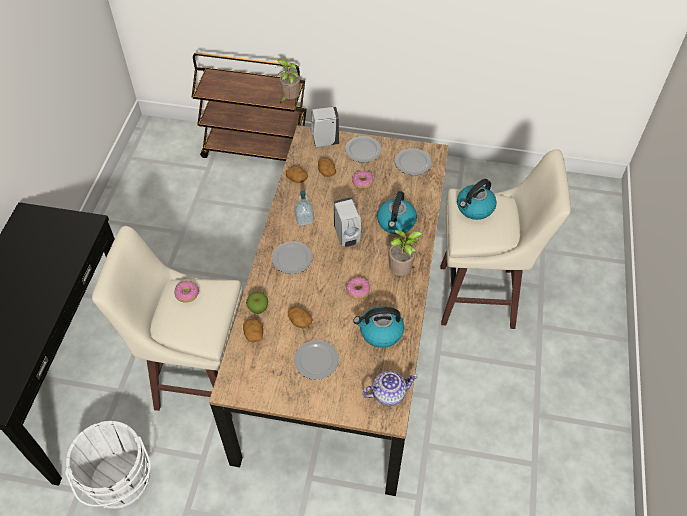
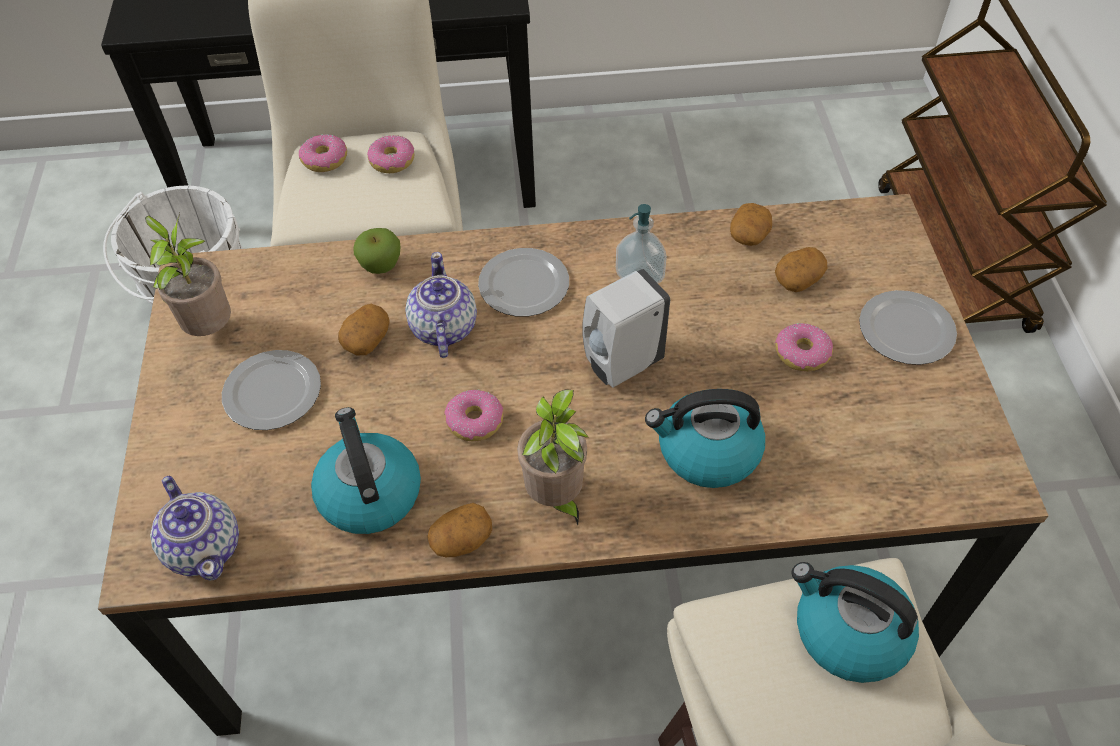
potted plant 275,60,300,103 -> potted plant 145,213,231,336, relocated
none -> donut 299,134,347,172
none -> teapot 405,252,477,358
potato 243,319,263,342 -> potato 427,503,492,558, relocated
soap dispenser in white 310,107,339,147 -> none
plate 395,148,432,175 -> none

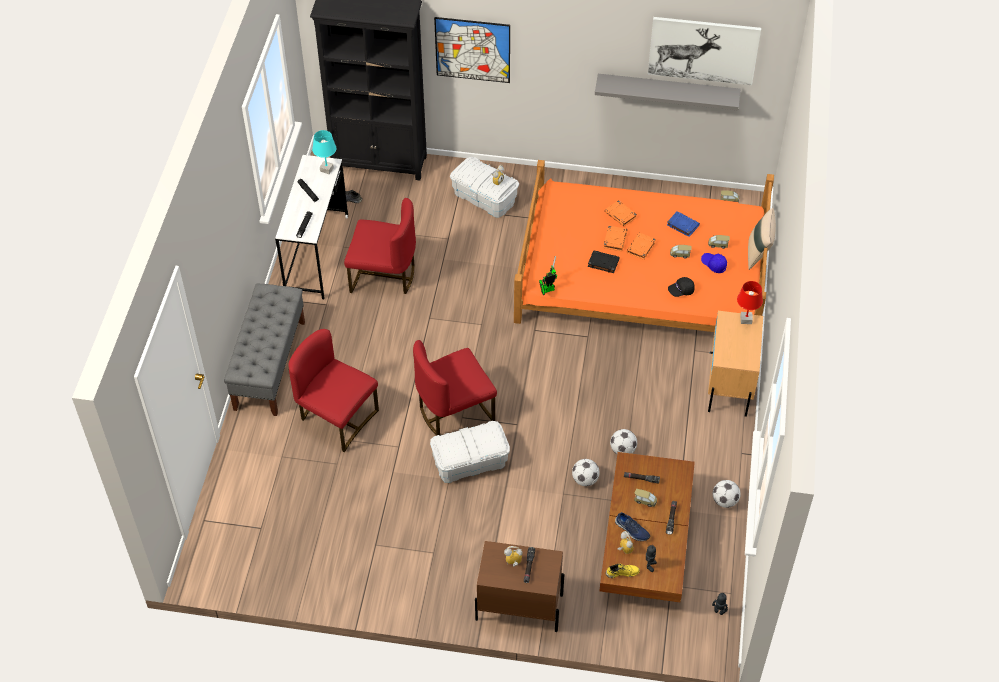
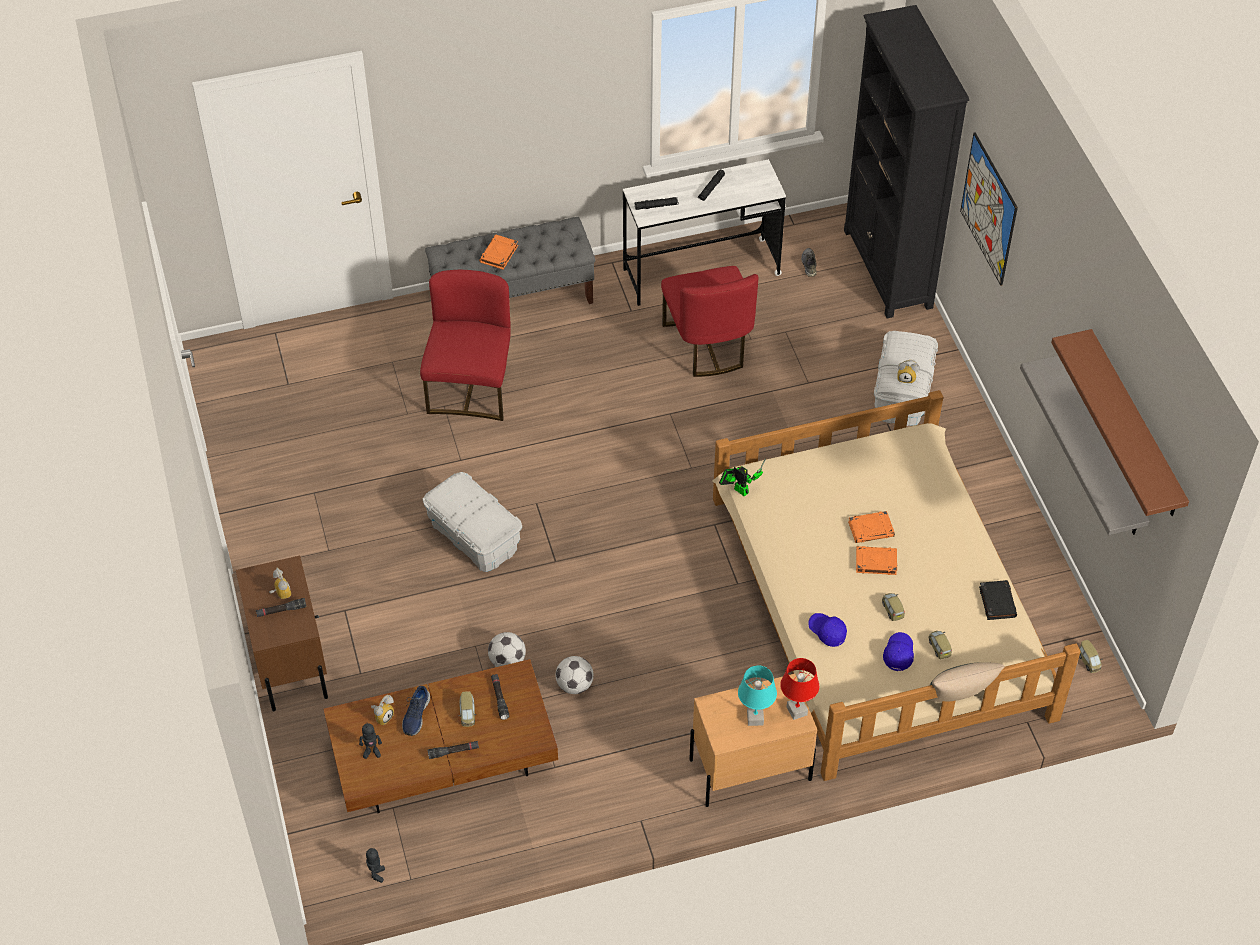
book in orange 605,200,637,226 -> book in orange 479,235,518,270, relocated
bed in orange 514,160,774,332 -> bed in beige 712,390,1081,781
table lamp in turquoise 312,130,336,174 -> table lamp in turquoise 738,666,777,726, relocated
cap in black 668,277,694,297 -> cap in blue 808,613,847,647
book in black 588,250,620,273 -> book in black 979,580,1017,620, relocated
picture 648,17,761,85 -> shelf in brown 1051,329,1189,516
chair in red 413,340,497,436 -> none
shoe in yellow 606,564,640,578 -> none
book in blue 667,211,700,237 -> none
football 713,480,741,508 -> none

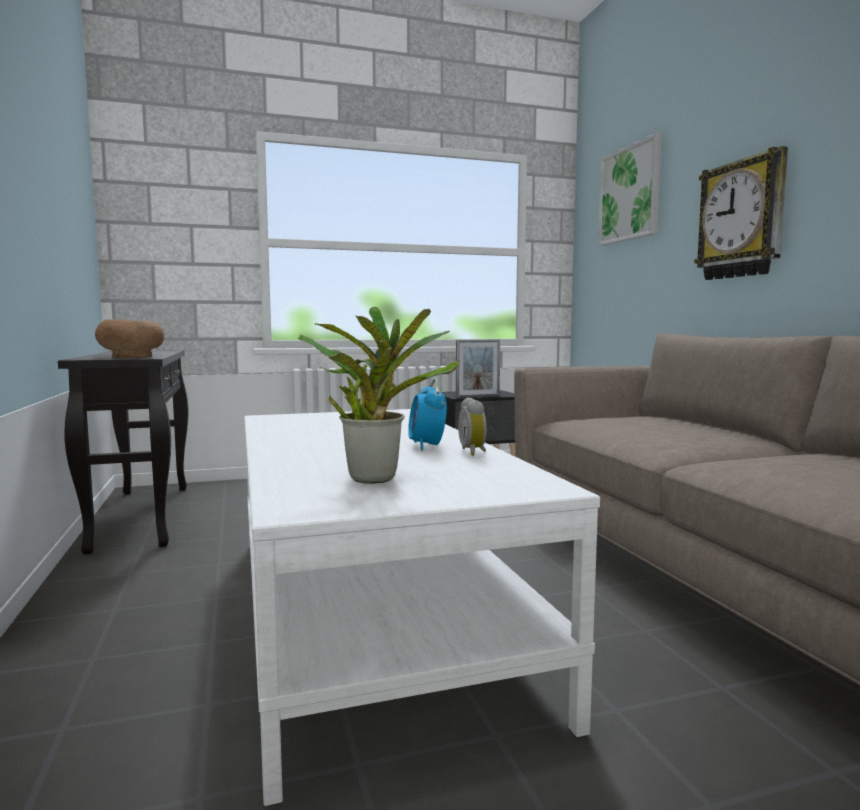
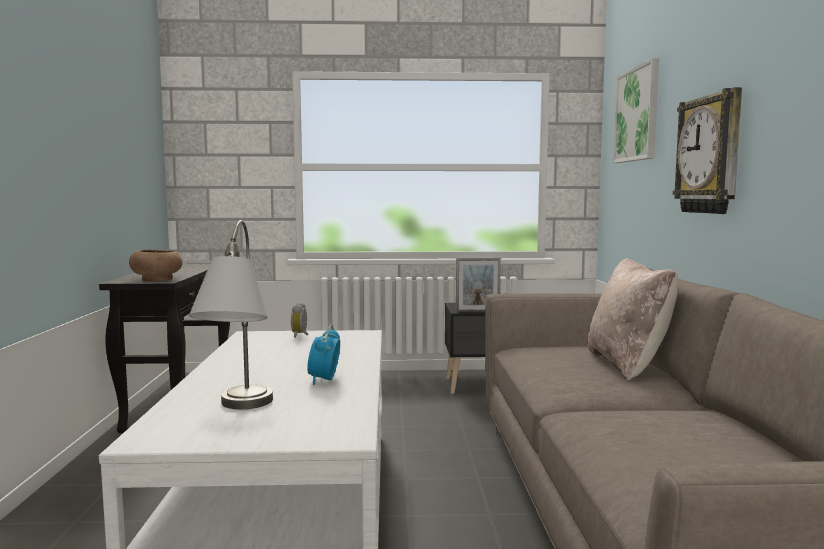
potted plant 298,307,460,484 -> table lamp in grey 189,220,273,409
alarm clock 458,398,487,456 -> alarm clock 291,302,308,338, relocated
none -> pillow in beige 587,258,678,381

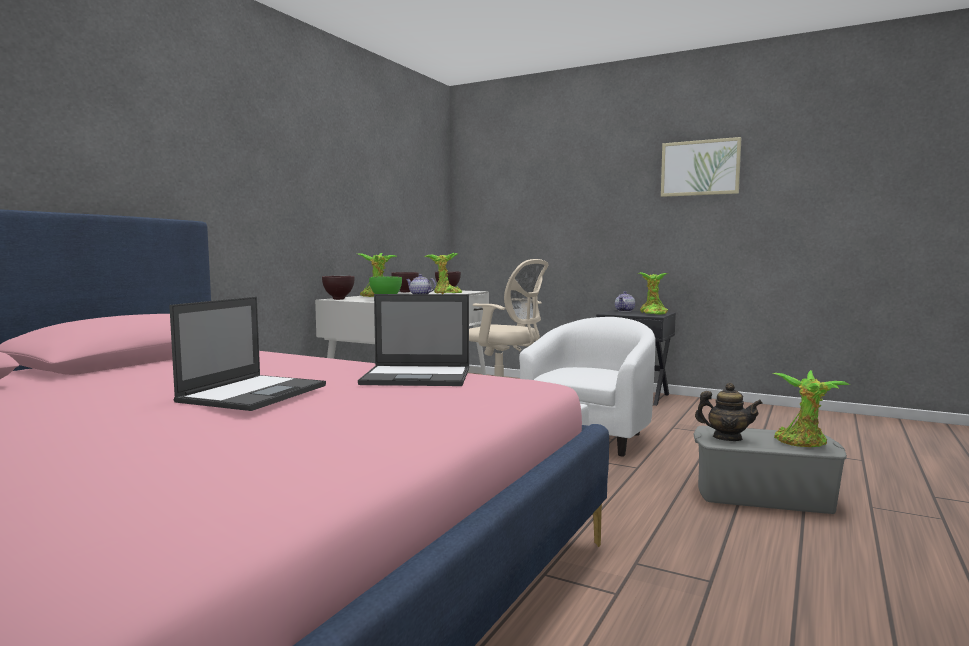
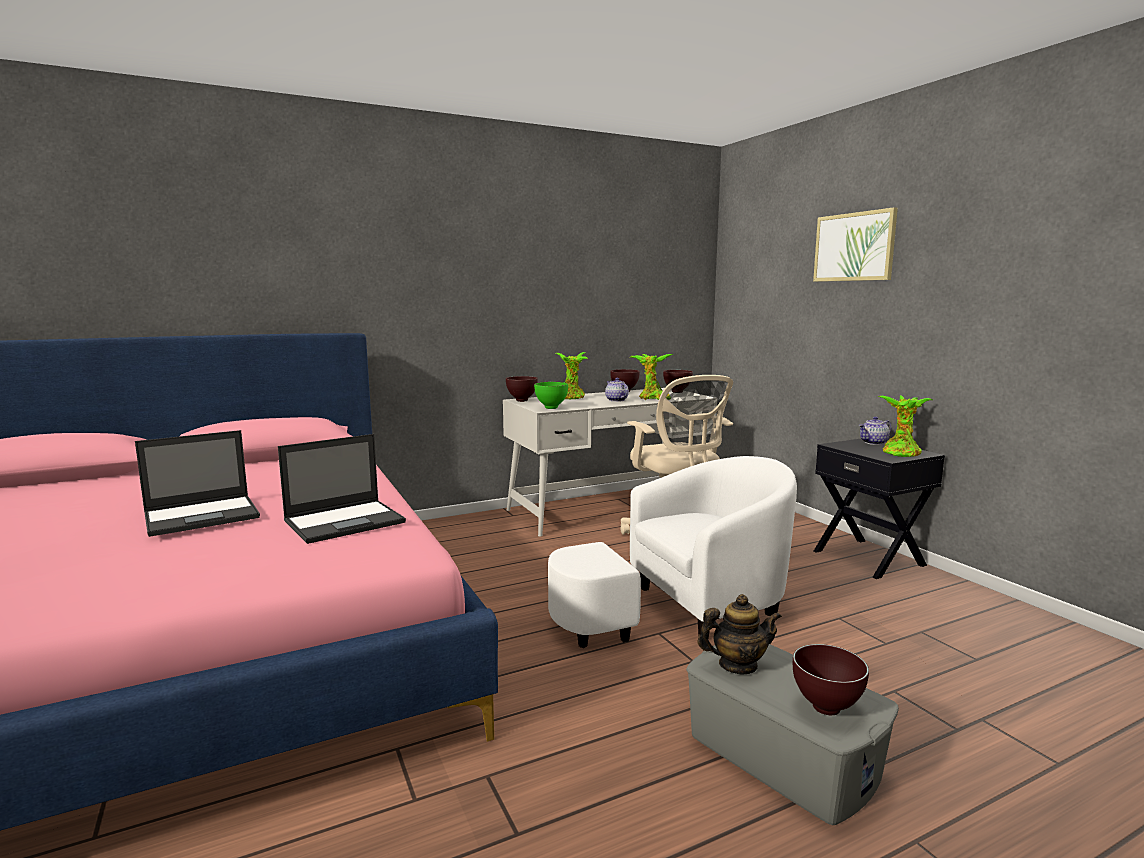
laptop 358,294,469,386 -> laptop 278,434,406,544, 75 degrees counterclockwise
teapot 695,383,763,441 -> teapot 697,594,782,674, 60 degrees counterclockwise
potted plant 773,370,850,447 -> bowl in brown 793,644,869,715
picture 661,137,741,197 -> picture 813,207,898,282, relocated

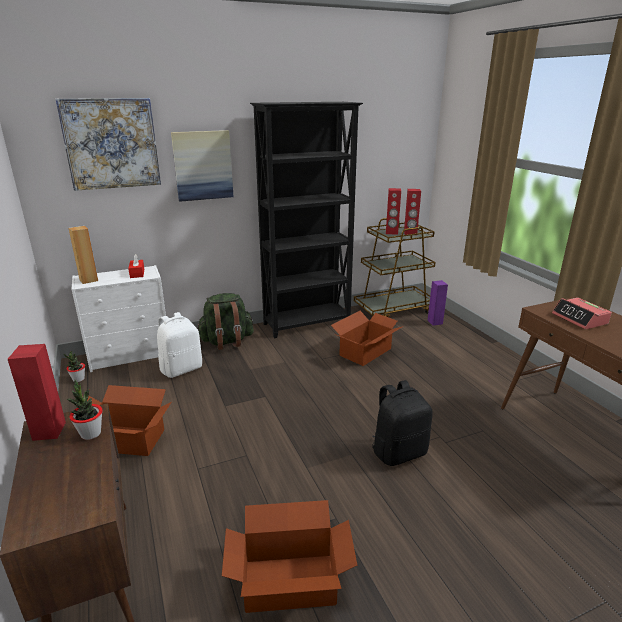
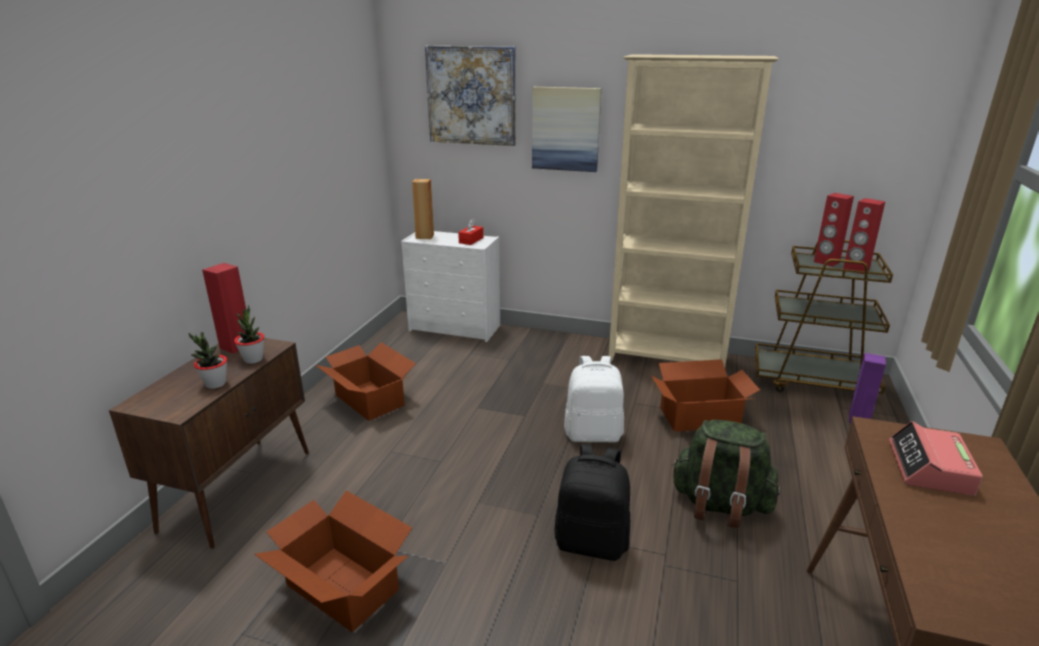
potted plant 64,351,85,382 -> potted plant 188,332,227,389, relocated
backpack in white 157,312,202,378 -> backpack in white 564,356,624,442, relocated
bookcase in black 250,102,363,338 -> bookcase in beige 609,54,779,367
backpack in green 197,293,254,350 -> backpack in green 671,420,780,529, relocated

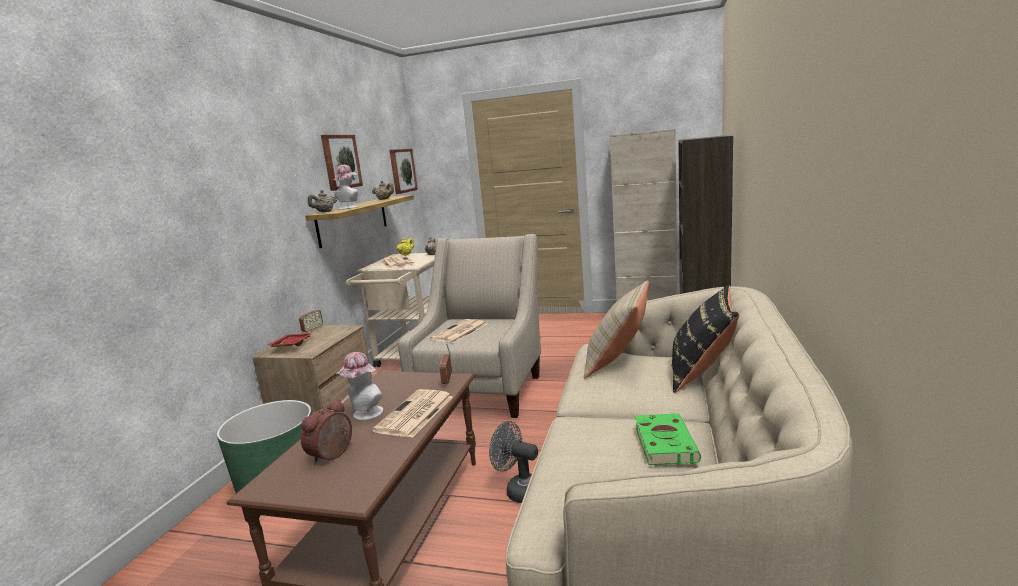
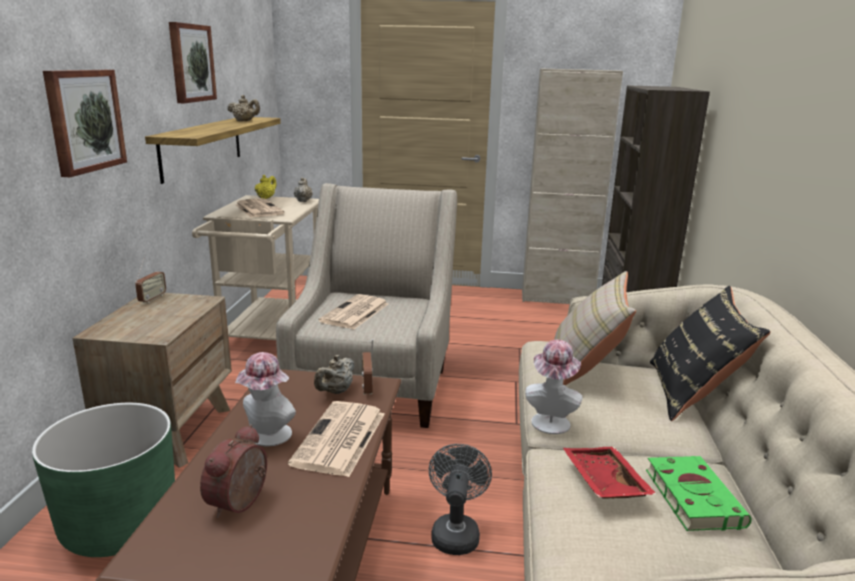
picture 389,149,418,194 -> picture 43,70,127,177, relocated
teapot in beige 308,190,337,212 -> teapot in beige 314,355,354,394, relocated
fan in grey 489,421,538,503 -> fan in grey 429,444,492,555, 75 degrees clockwise
hat 334,165,358,210 -> hat 525,340,583,434, relocated
tray in red 268,333,313,347 -> tray in red 563,447,657,499, relocated

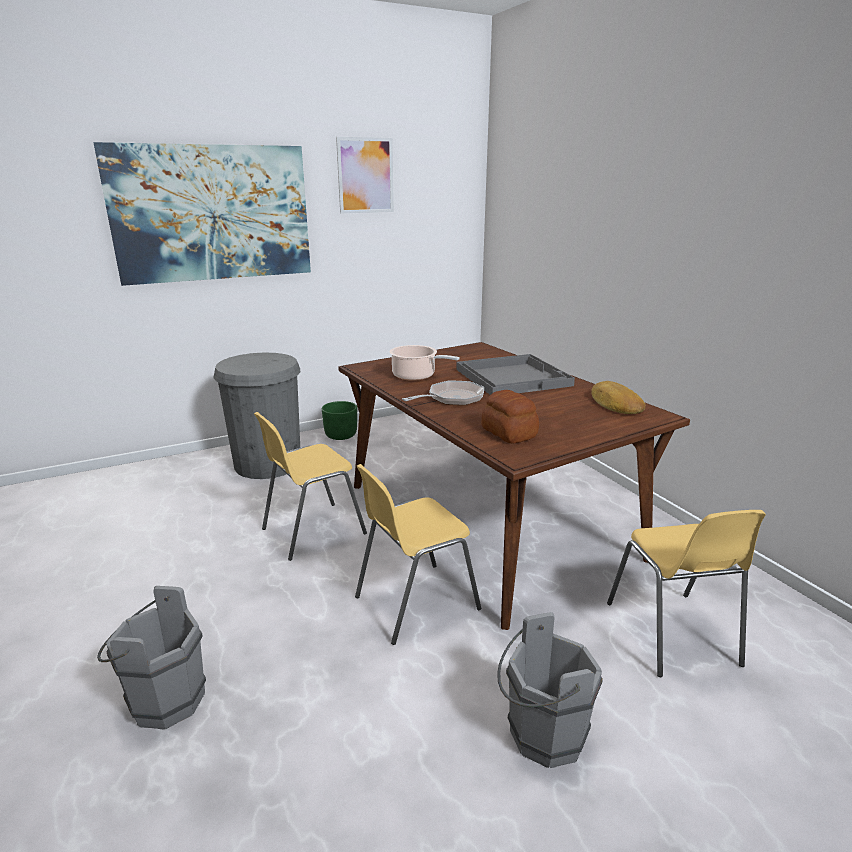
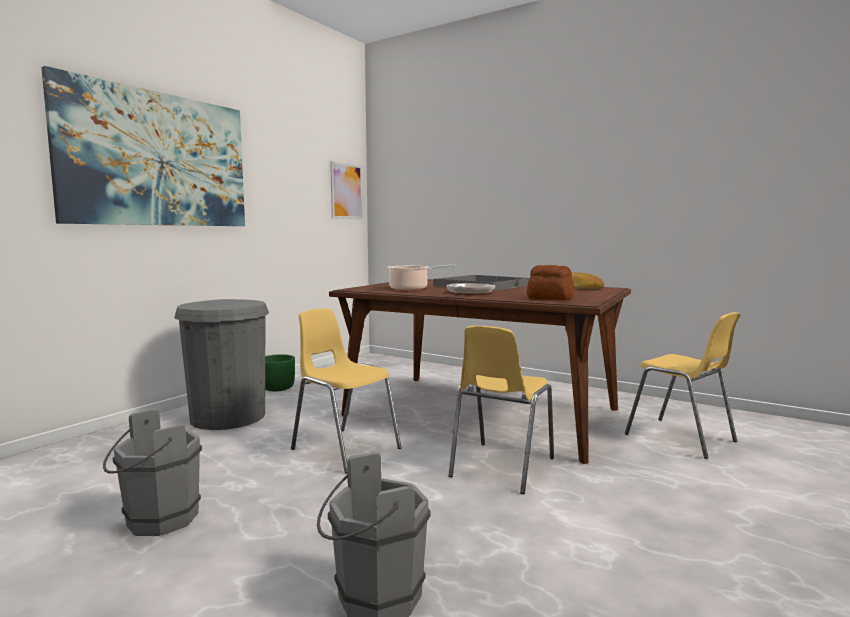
bucket in grey 497,612,603,768 -> bucket in grey 103,409,202,536, relocated
chair in yellow 254,412,367,561 -> chair in yellow 291,308,402,473, 105 degrees clockwise
picture 336,137,394,213 -> picture 330,161,363,219, relocated

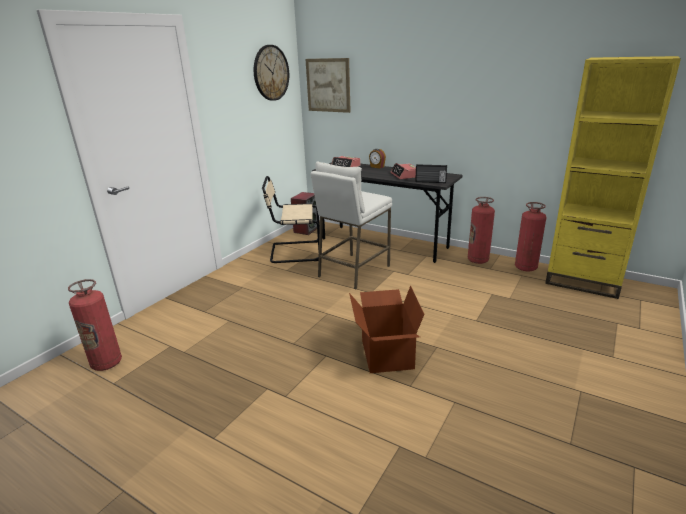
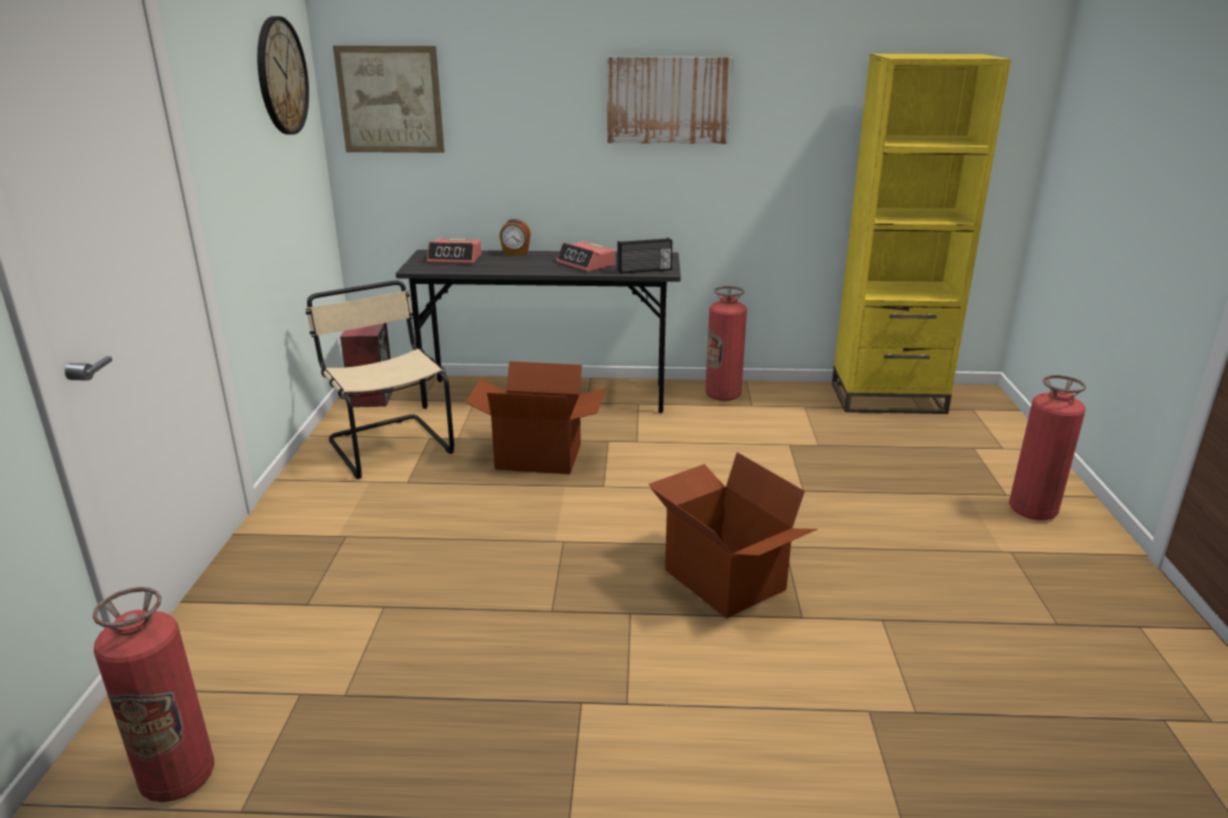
chair in beige 262,176,320,263 -> chair in beige 306,281,454,479, 90 degrees clockwise
stool in white 311,162,392,289 -> cardboard box 465,361,606,474
none -> picture 607,57,733,144
fire extinguisher 515,202,546,271 -> fire extinguisher 1009,375,1086,520, relocated

